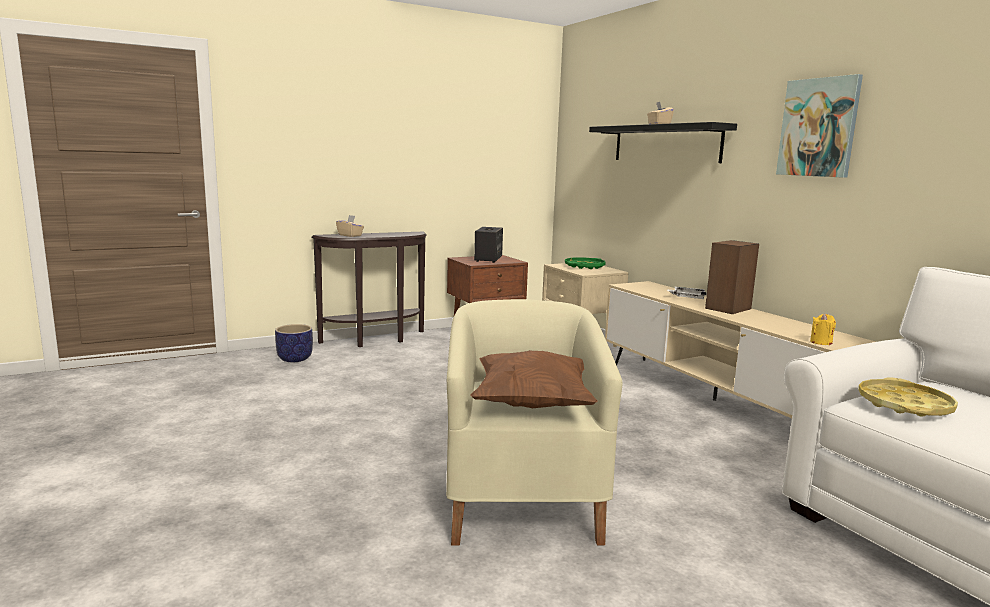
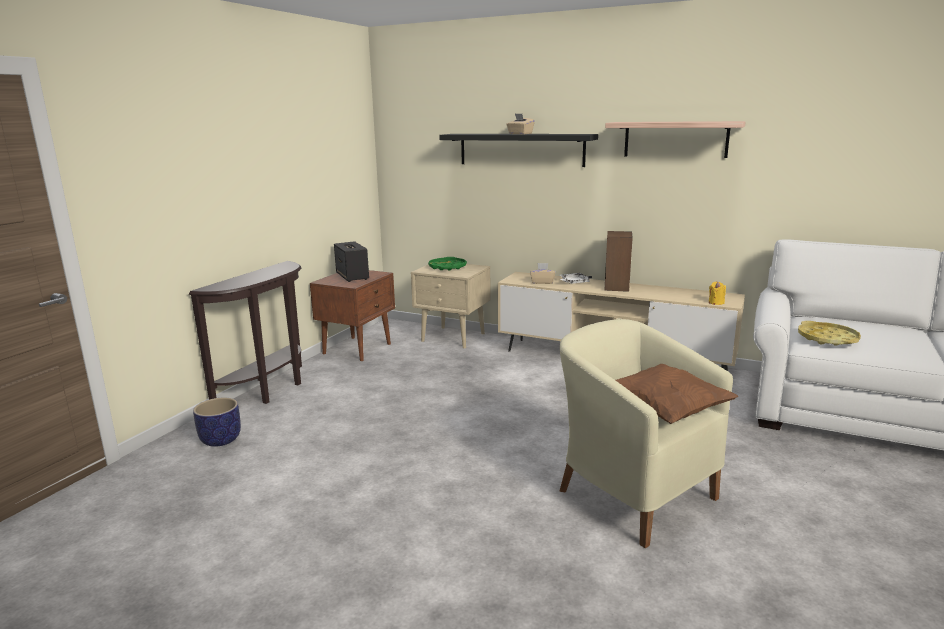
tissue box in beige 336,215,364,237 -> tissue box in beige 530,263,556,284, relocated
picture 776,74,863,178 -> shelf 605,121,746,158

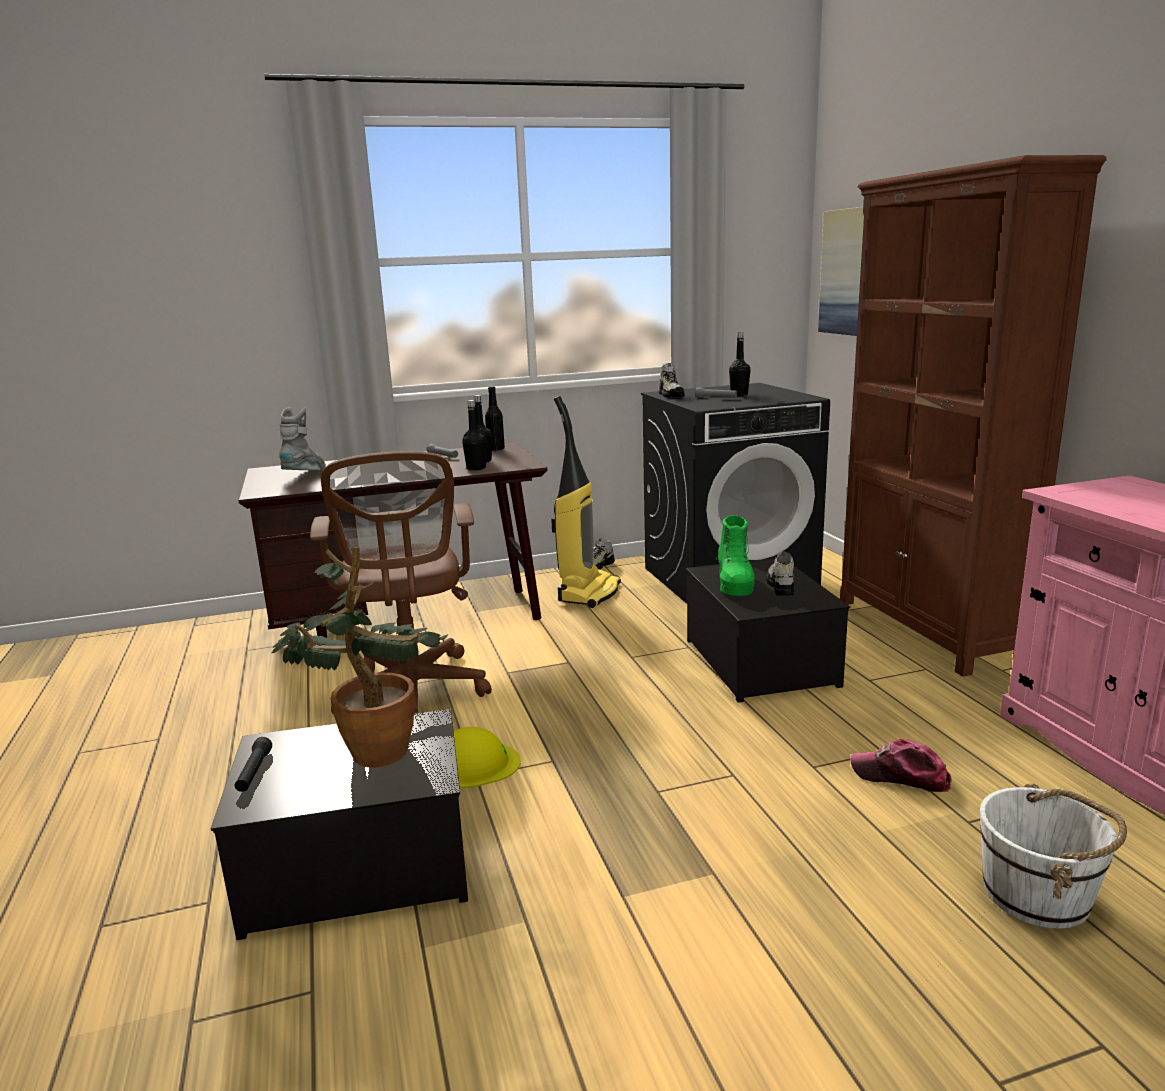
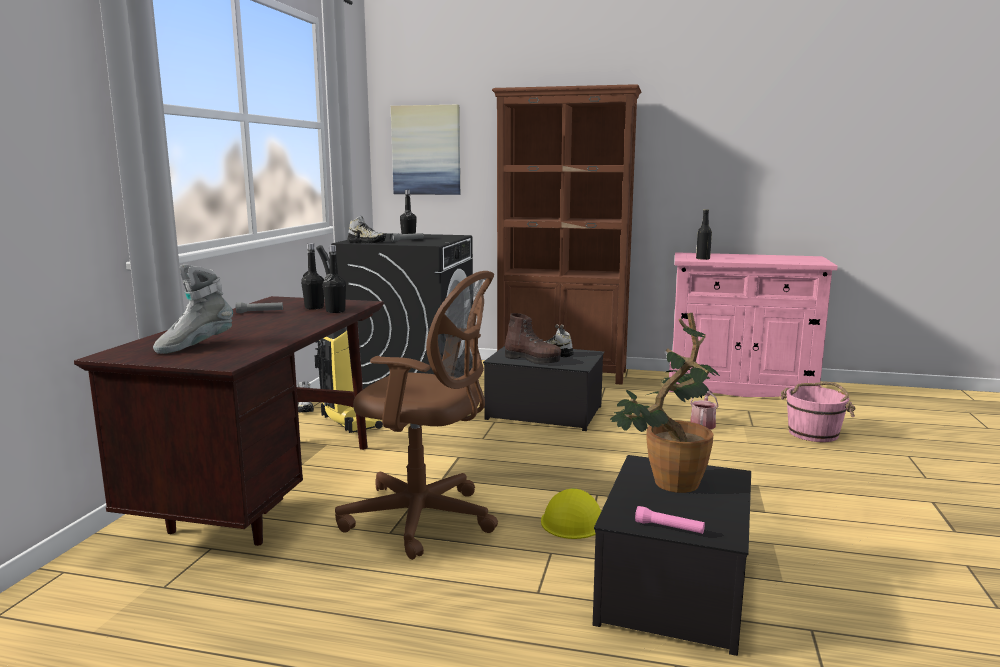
boot in grey 279,408,326,470 -> boot in grey 153,264,233,354, 90 degrees counterclockwise
boot in green 716,515,755,596 -> boot in brown 505,313,561,364
flashlight in black 235,737,272,792 -> flashlight in pink 635,506,705,534
cap 850,739,952,792 -> watering can 690,391,718,430
bottle in black 485,386,505,451 -> bottle in black 696,209,712,260, relocated
bucket in white 980,783,1127,929 -> bucket in pink 780,382,856,442

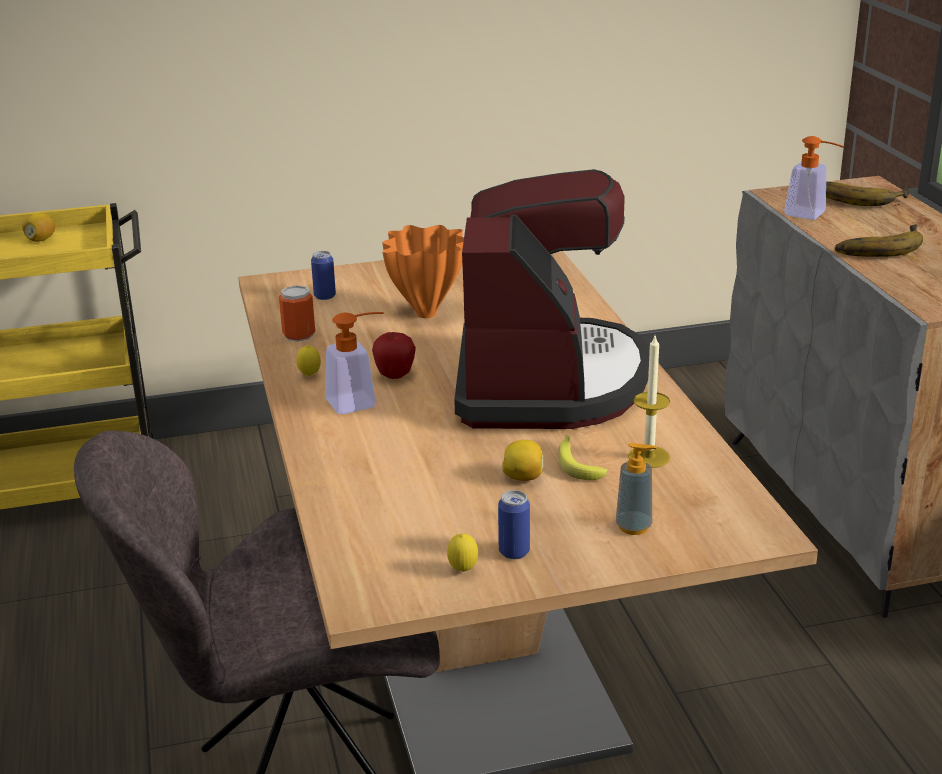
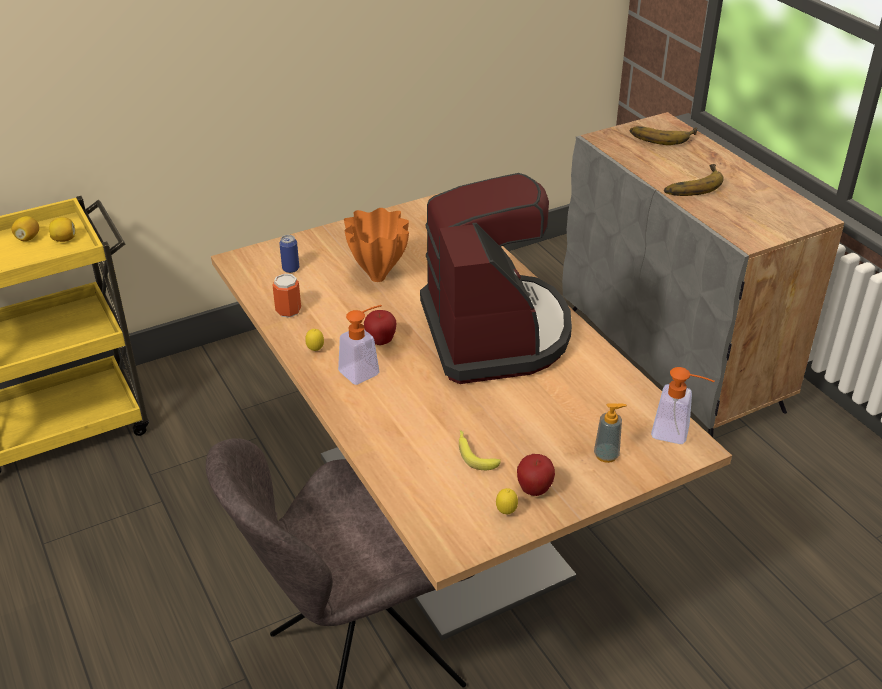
lemon 502,440,543,481 -> lemon 49,217,76,242, relocated
banana 558,435,608,480 -> banana 459,430,501,470, relocated
can 498,490,530,559 -> apple 517,454,555,496
soap dispenser 784,136,845,220 -> soap dispenser 651,367,715,444, relocated
candle 628,336,670,468 -> none

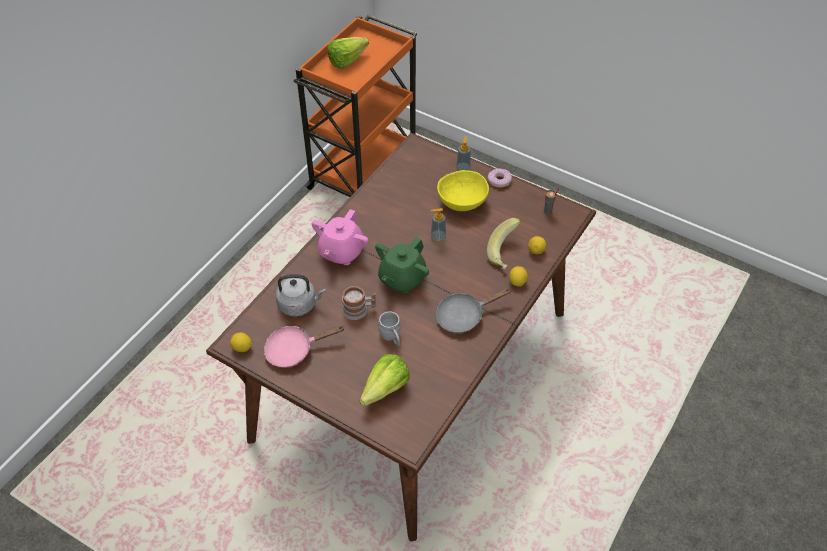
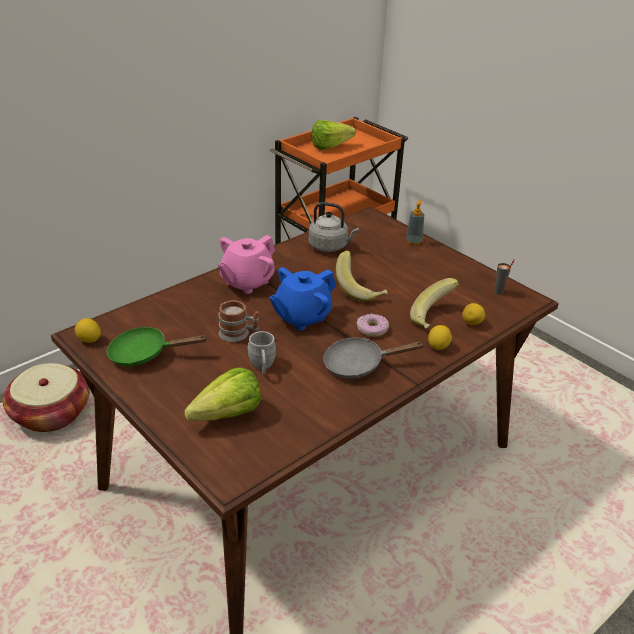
none -> basket 2,363,90,432
frying pan in pink 264,326,345,368 -> frying pan in green 107,327,208,366
teapot in green 375,237,429,293 -> teapot in blue 269,267,336,330
kettle in grey 275,275,326,317 -> kettle in grey 308,202,359,252, relocated
soap dispenser 431,208,446,242 -> banana 335,251,388,302
donut 488,168,512,188 -> donut 357,313,389,337, relocated
bowl in yellow 437,170,489,211 -> none

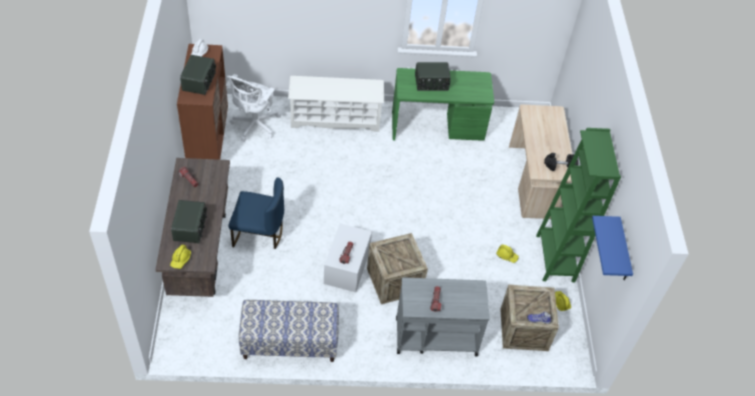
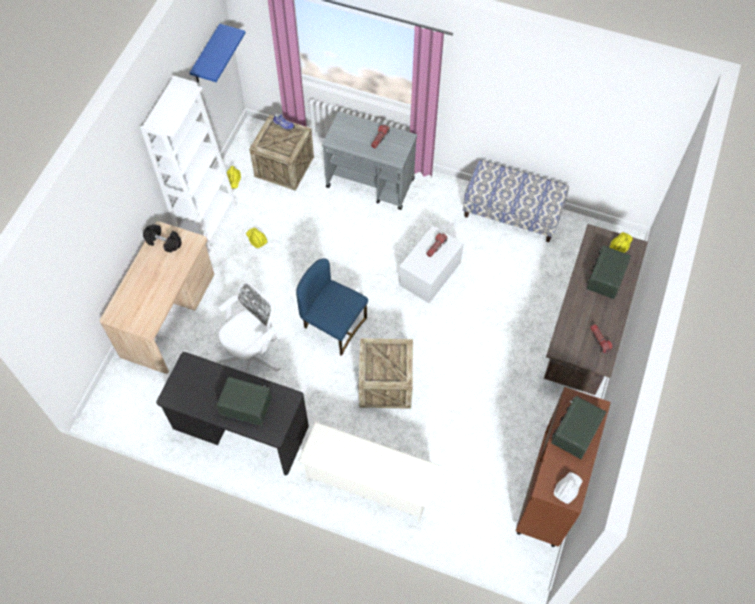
bookcase in green 536,128,621,282 -> bookcase in white 140,76,237,252
desk in green 392,68,494,141 -> desk in black 156,352,309,475
office chair in white 226,74,281,142 -> office chair in white 214,281,281,373, relocated
chair in blue 229,177,284,249 -> chair in blue 296,258,368,356, relocated
crate 367,233,428,304 -> crate 359,338,413,409, relocated

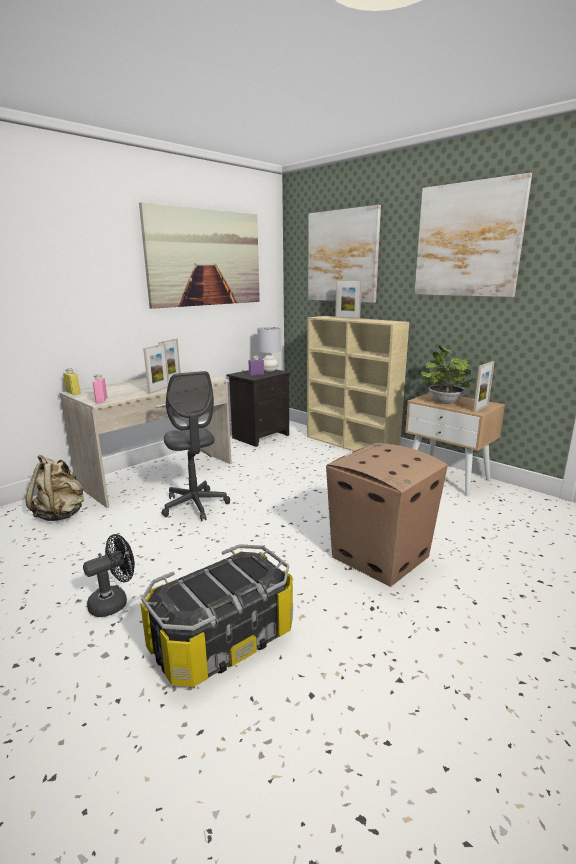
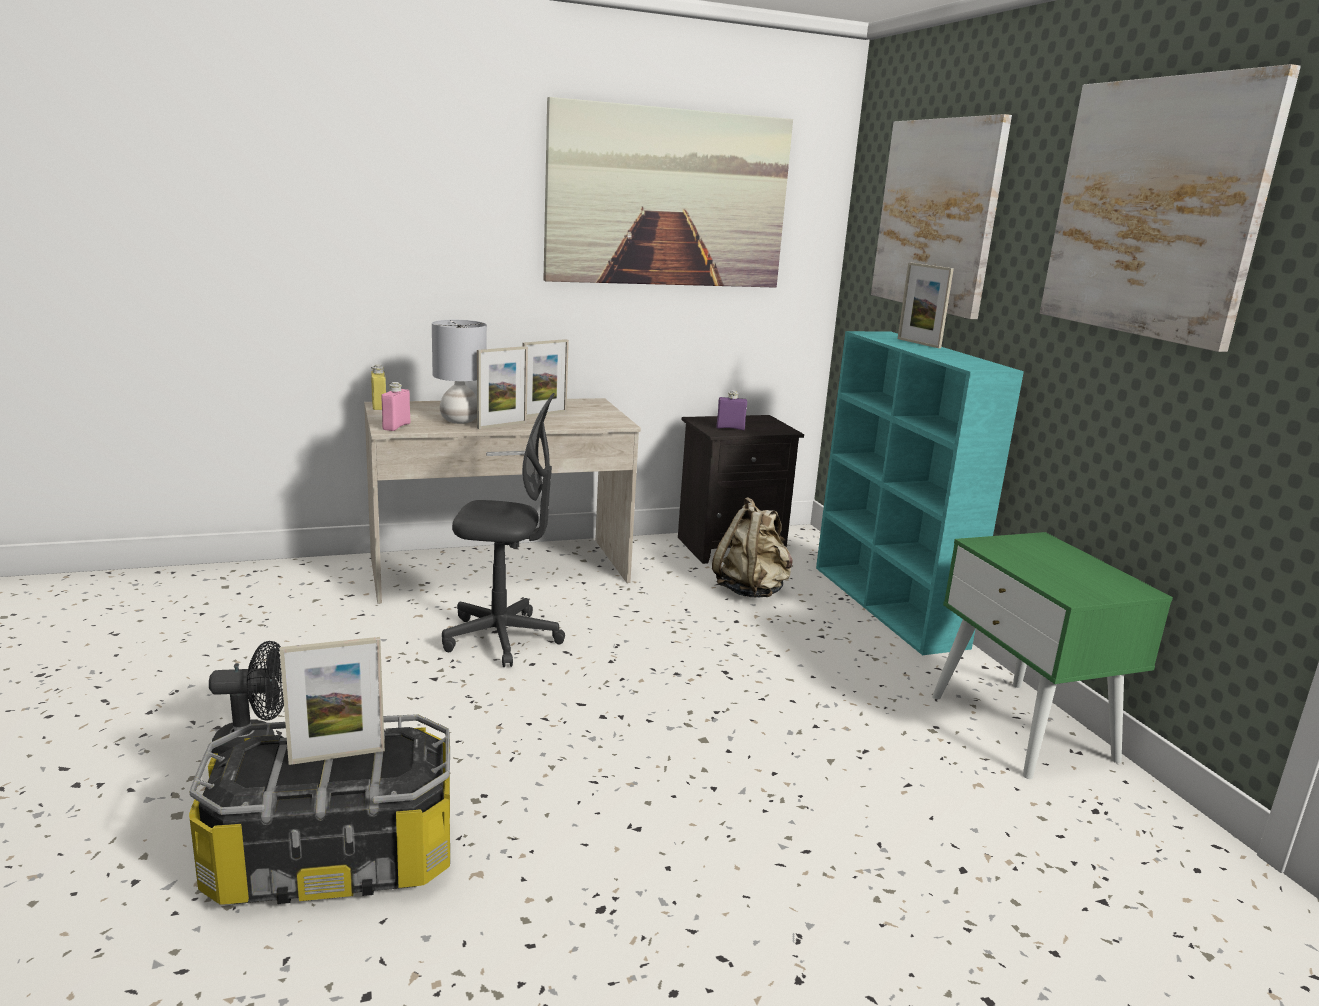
picture frame 473,361,494,412 -> picture frame 280,637,385,765, relocated
table lamp in grey 257,327,281,372 -> table lamp in grey 432,320,487,424, relocated
office chair in grey 162,371,230,521 -> office chair in grey 442,393,565,667, 90 degrees counterclockwise
backpack in beige 26,455,84,521 -> backpack in beige 712,497,793,598, relocated
bookcase in beige 307,316,409,451 -> bookcase in turquoise 816,331,1024,655
nightstand in beige 405,392,505,496 -> nightstand in green 932,532,1173,779
cardboard box 326,443,448,587 -> none
potted plant 421,345,475,404 -> none

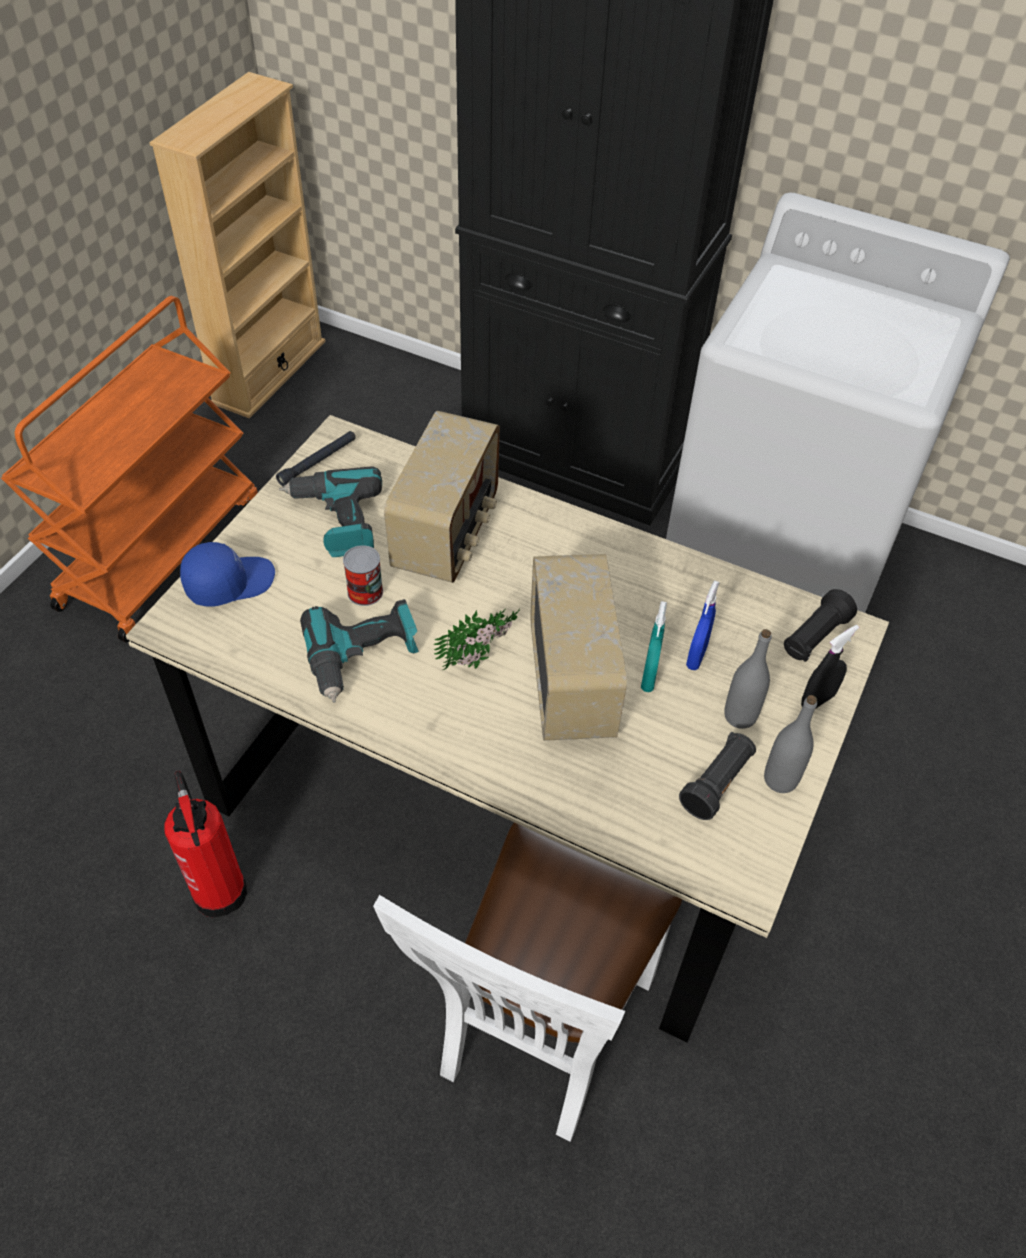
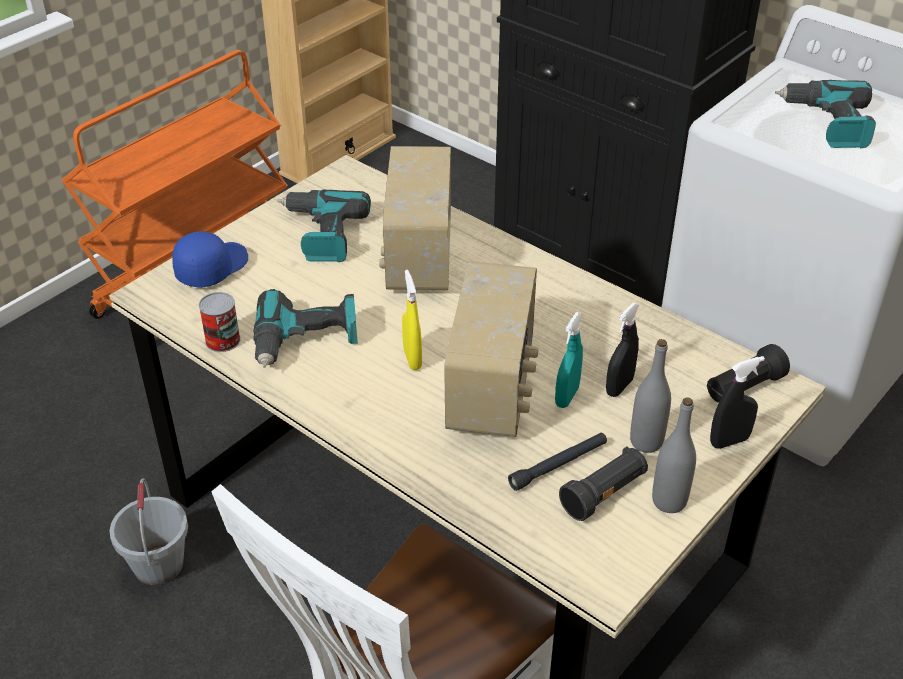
fire extinguisher 164,771,247,918 -> bucket in grey 109,478,188,585
cap in blue 180,542,275,607 -> cap in blue 172,231,248,288, 45 degrees counterclockwise
can 343,545,383,606 -> can 199,292,241,352, relocated
radio 384,411,500,583 -> radio 379,146,451,290, 150 degrees clockwise
potted plant 434,608,520,670 -> spray bottle in yellow 402,270,422,370
flashlight in black 276,431,356,487 -> flashlight in black 508,433,607,491, relocated
spray bottle in blue 686,581,720,670 -> spray bottle in black 606,303,639,397
none -> power drill 775,80,876,148

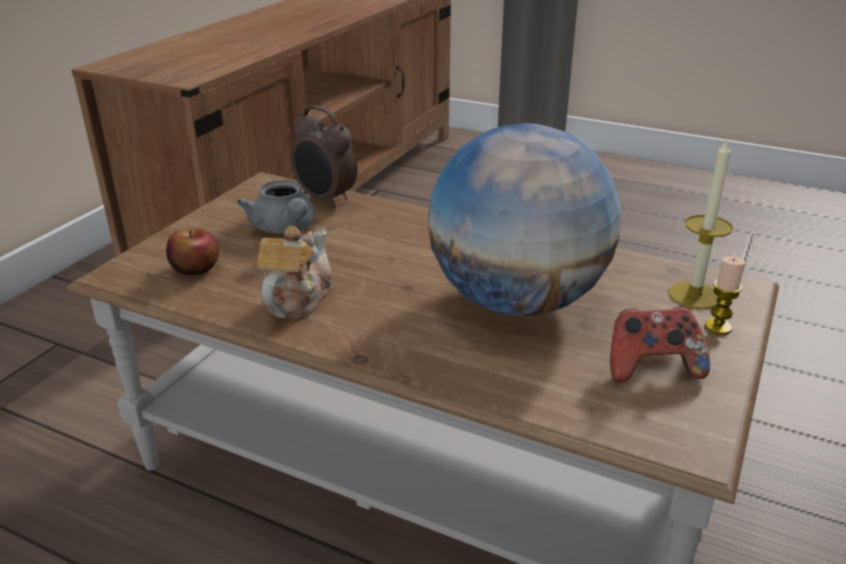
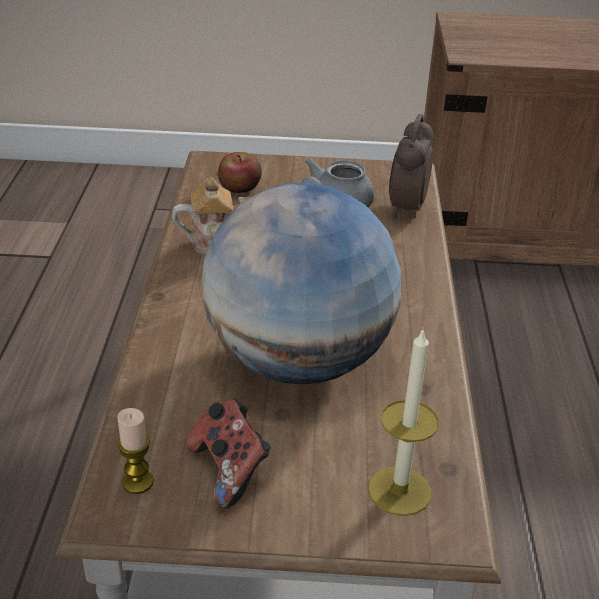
candle 705,256,745,335 -> candle 117,408,154,494, relocated

